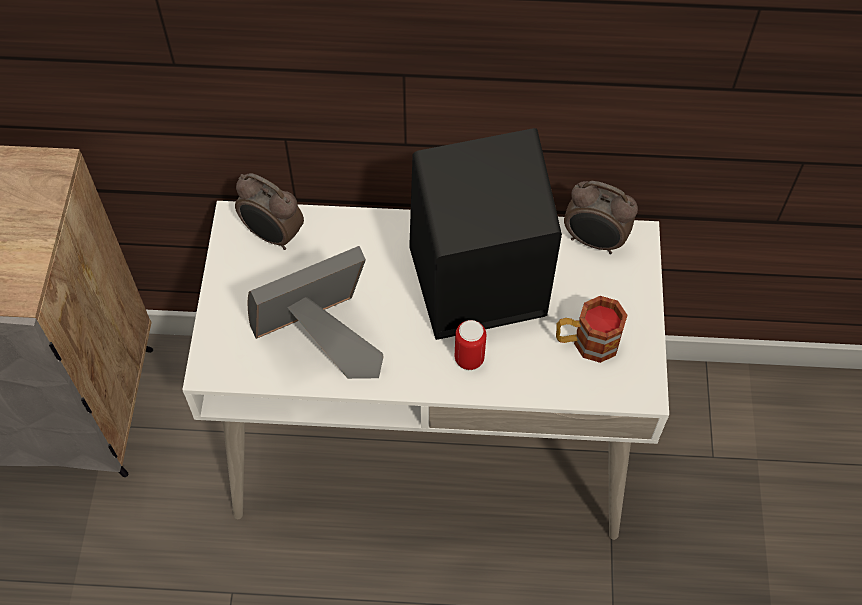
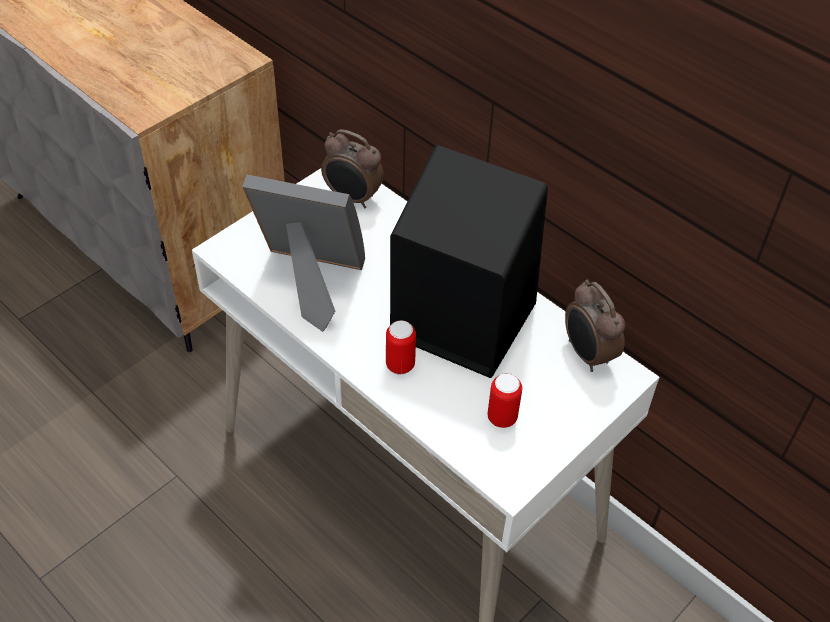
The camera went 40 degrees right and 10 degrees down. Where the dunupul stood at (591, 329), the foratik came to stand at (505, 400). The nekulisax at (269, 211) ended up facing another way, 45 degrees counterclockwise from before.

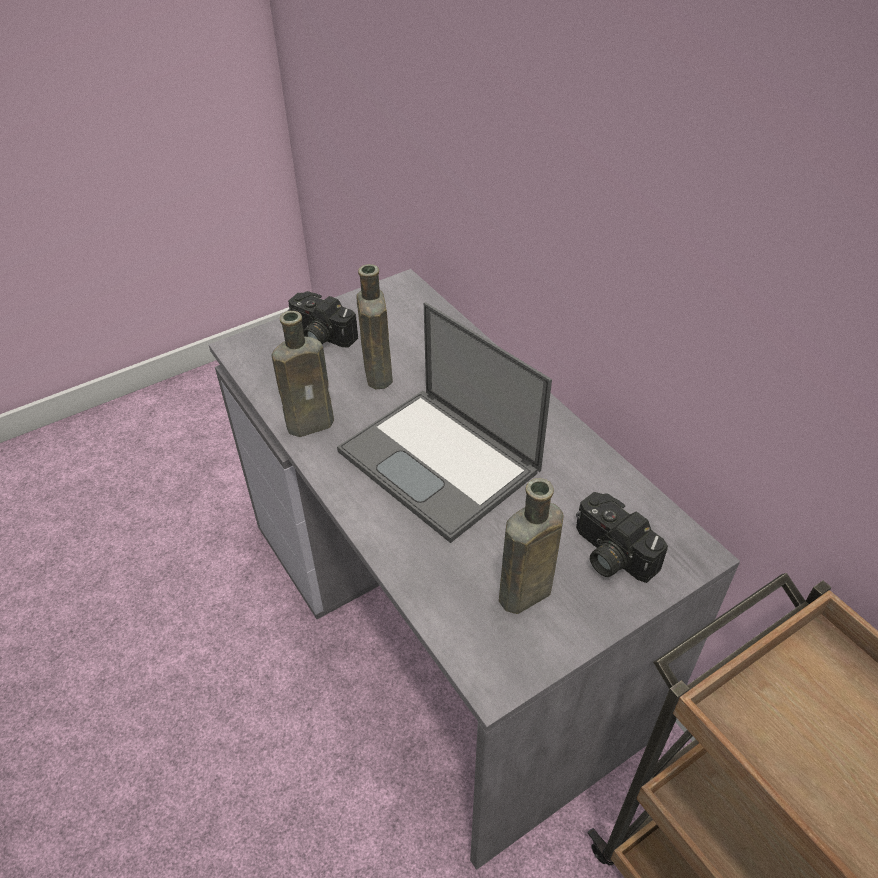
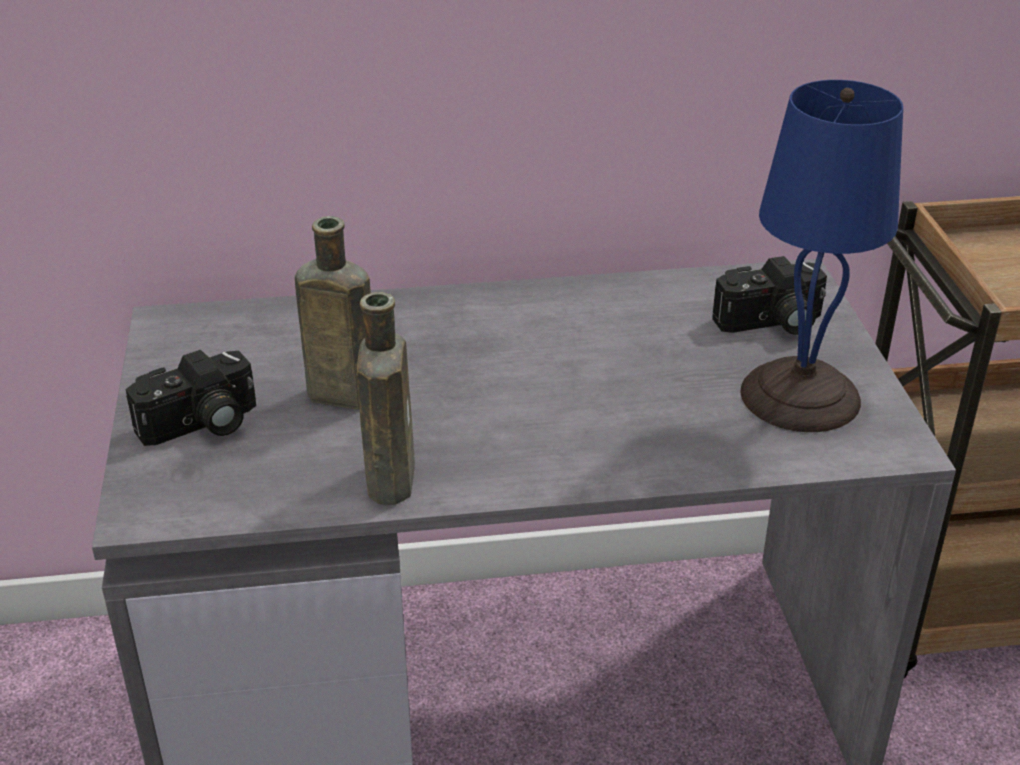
The camera went 65 degrees left and 10 degrees down. The second view lost the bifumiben at (444, 422). Where the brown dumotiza stood at (531, 546), the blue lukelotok came to stand at (821, 256).

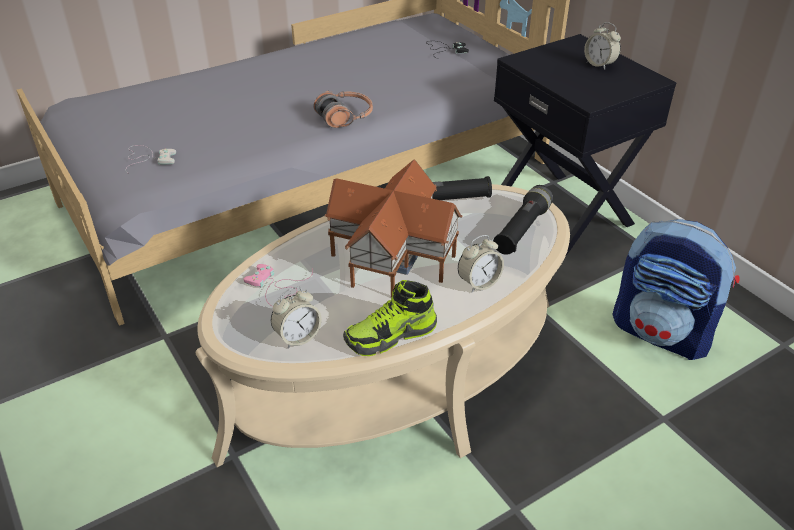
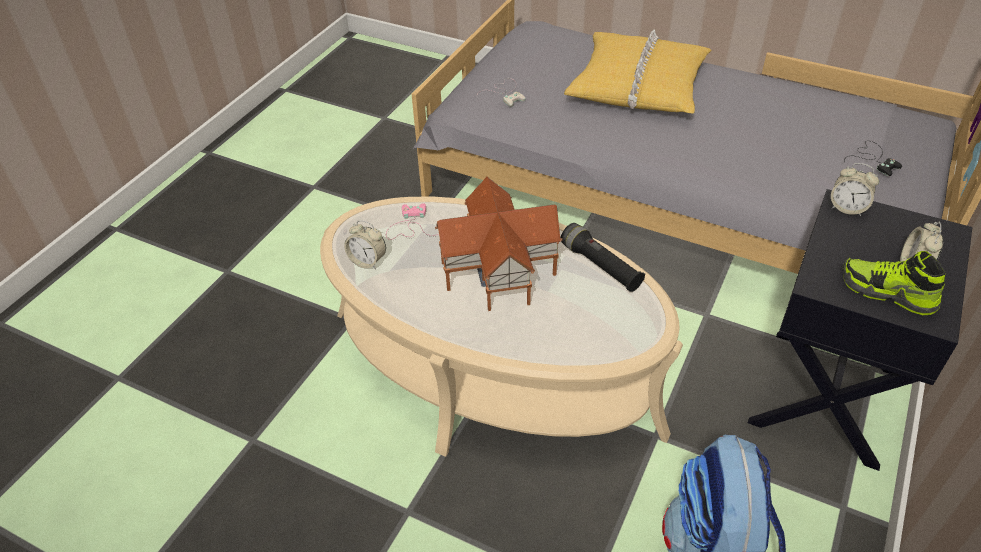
The camera went 60 degrees right and 5 degrees up. The second view lost the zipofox at (343, 109). The second view lost the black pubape at (523, 220). The second view gained the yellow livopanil at (638, 71). The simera ended up elsewhere, having gone from (390, 318) to (894, 283). The nekulisax ended up elsewhere, having gone from (481, 263) to (855, 189).

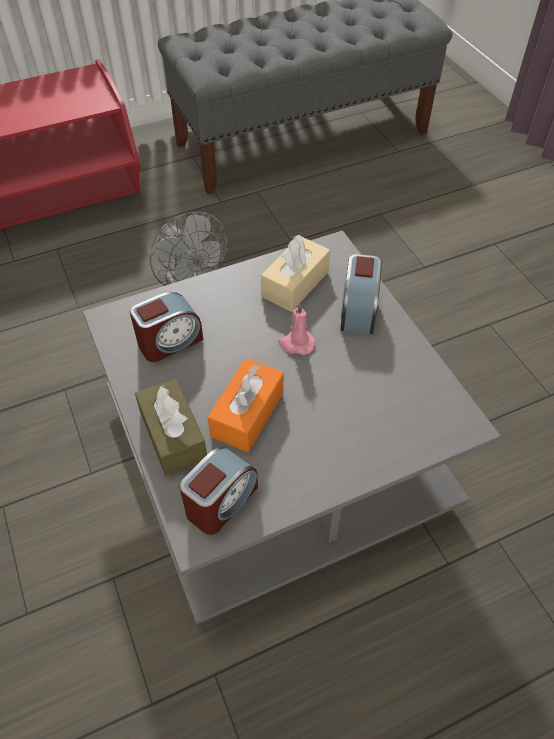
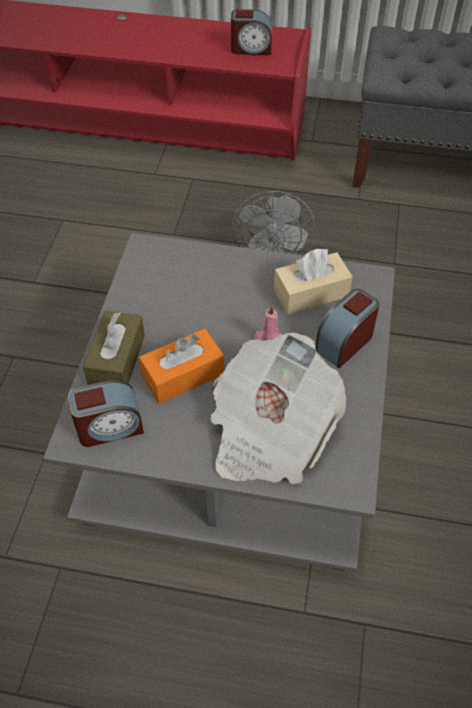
The camera went 35 degrees right and 0 degrees up. The second view gained the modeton at (278, 408). The nekulisax ended up elsewhere, having gone from (166, 327) to (251, 32).

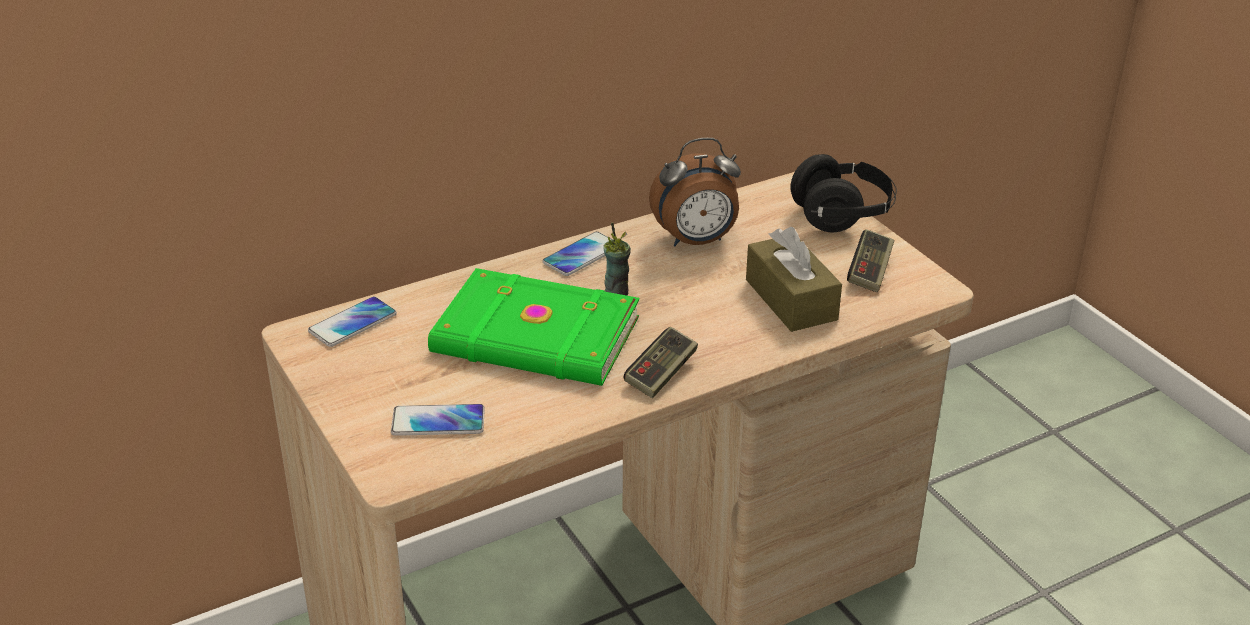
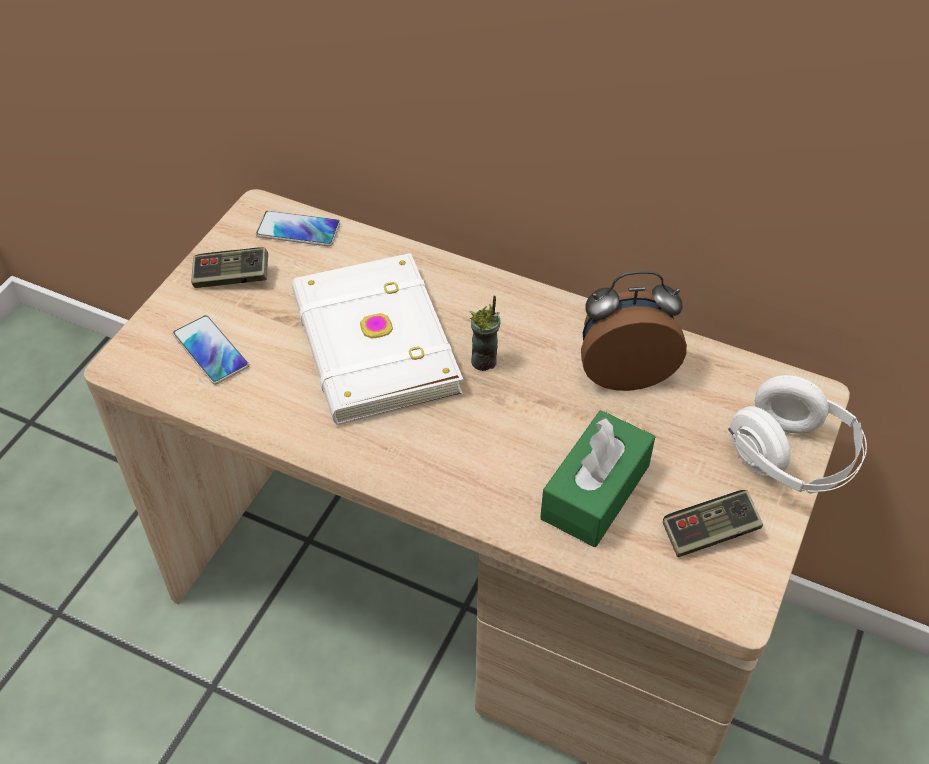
The camera went 55 degrees right and 15 degrees up. The second view lost the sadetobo at (577, 254). The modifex ended up elsewhere, having gone from (661, 362) to (229, 267). What was the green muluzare at (533, 327) turned into the white muluzare at (377, 339). What was the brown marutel at (794, 279) turned into the green marutel at (597, 478). What was the black zipofox at (843, 193) turned into the white zipofox at (797, 434). The nekulisax at (695, 192) ended up facing another way, 135 degrees clockwise from before.

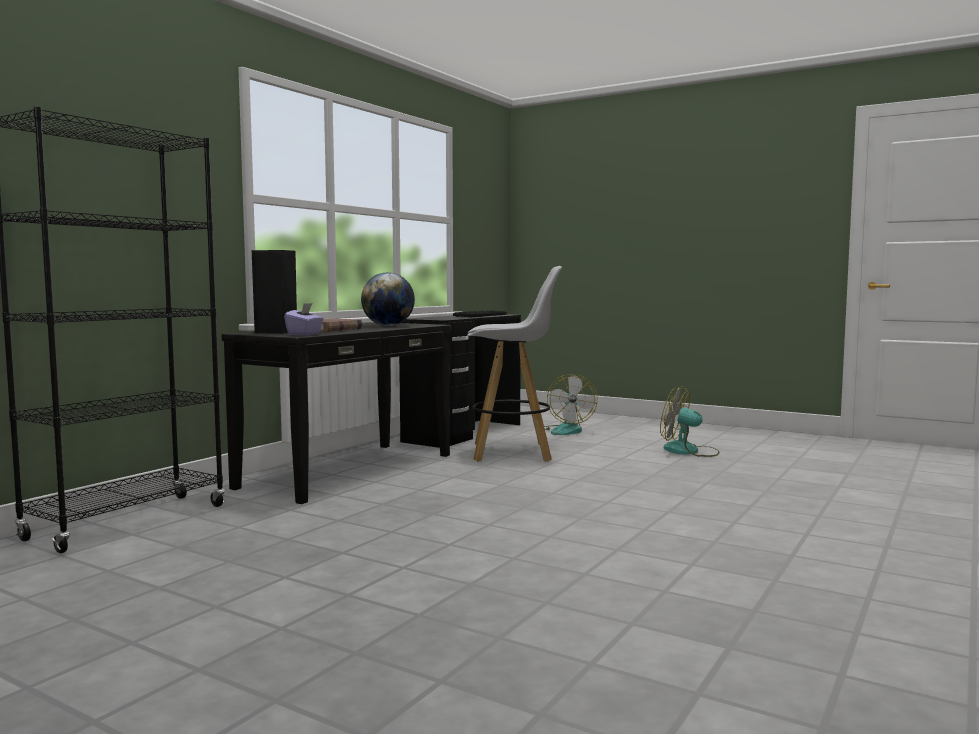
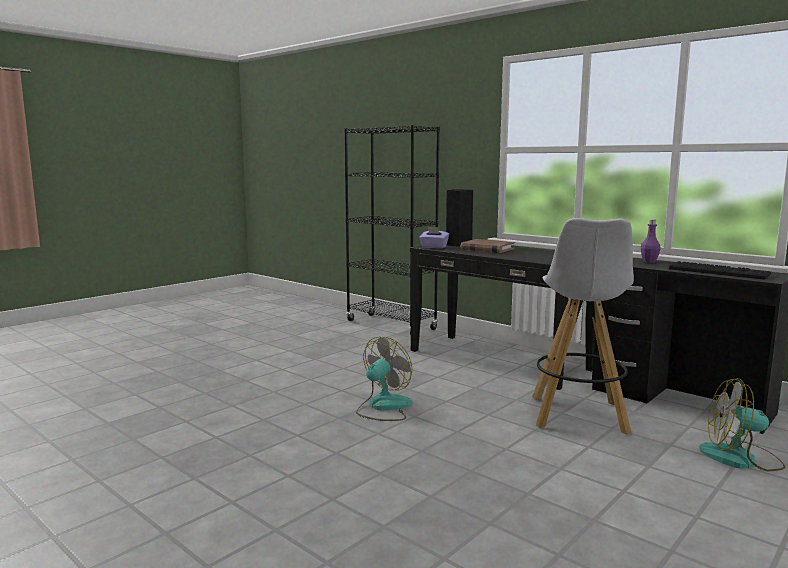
The camera went 100 degrees right and 5 degrees up. The second view lost the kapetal at (388, 299). The second view gained the purple dumotiza at (651, 241). The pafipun ended up elsewhere, having gone from (690, 421) to (384, 379).

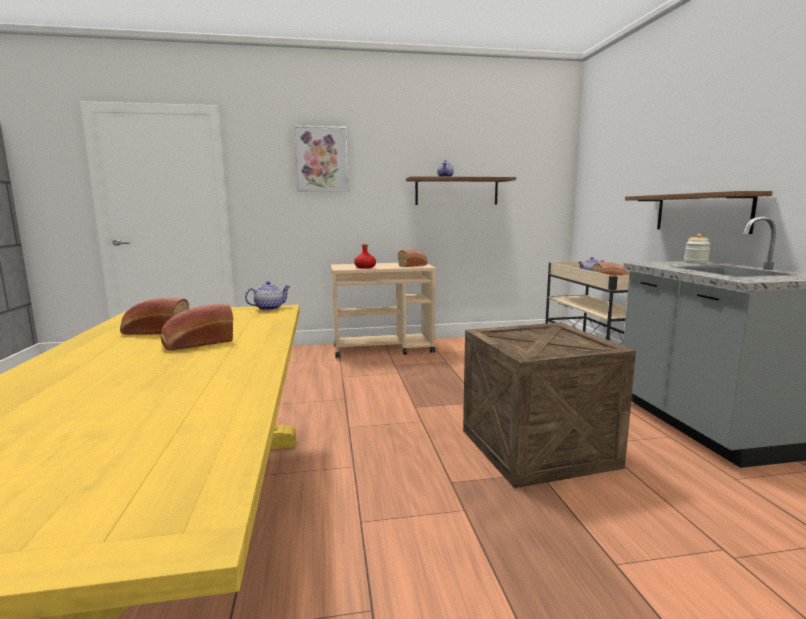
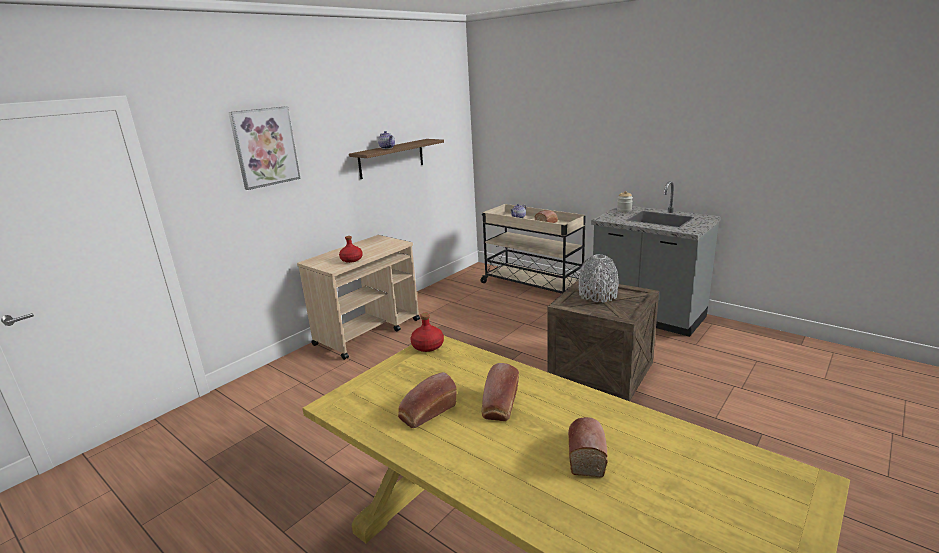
The camera went 40 degrees left and 10 degrees up. The second view lost the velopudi at (699, 212). The second view gained the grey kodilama at (599, 278). The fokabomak ended up elsewhere, having gone from (413, 258) to (588, 447). Where the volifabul stood at (268, 296), the red dumotiza came to stand at (427, 332).

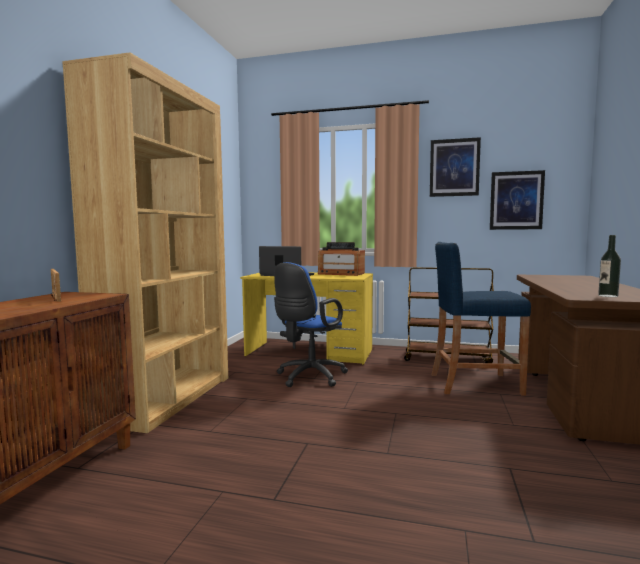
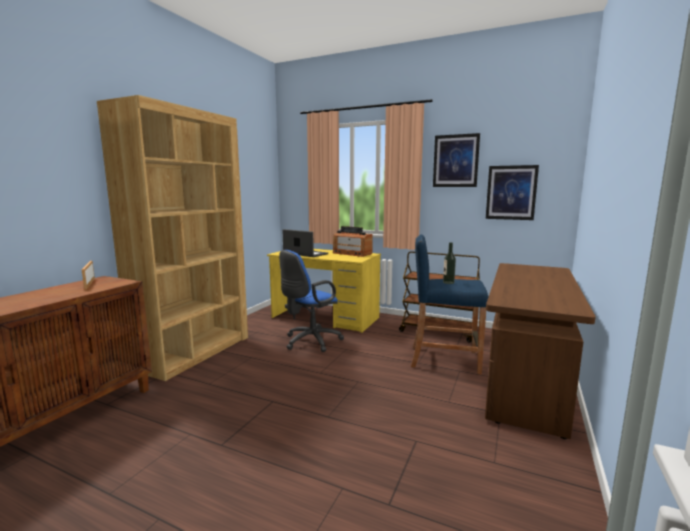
The camera went 10 degrees right and 5 degrees up. The dumotiza ended up elsewhere, having gone from (609, 266) to (449, 263).

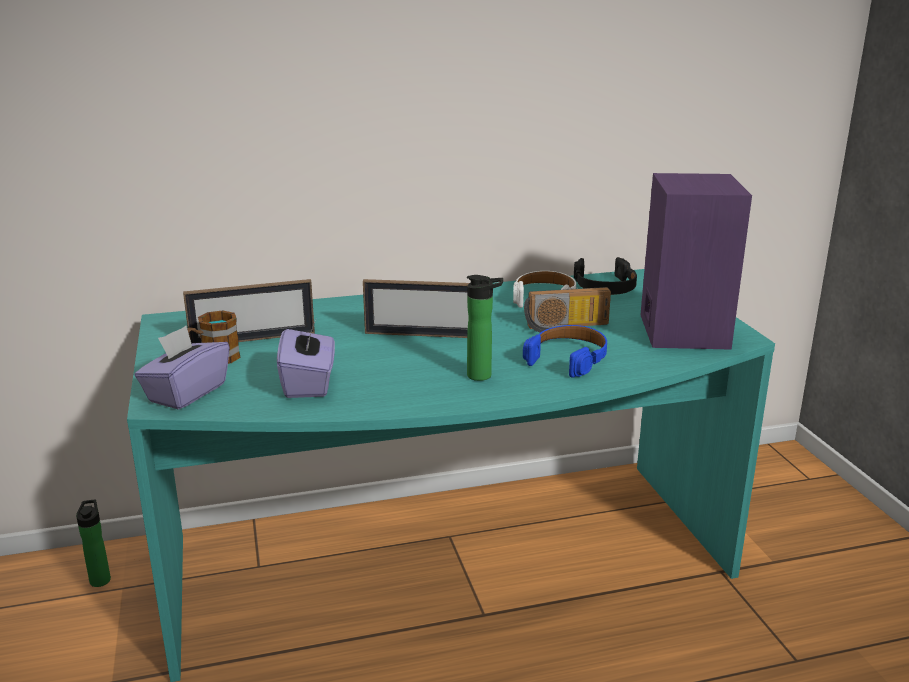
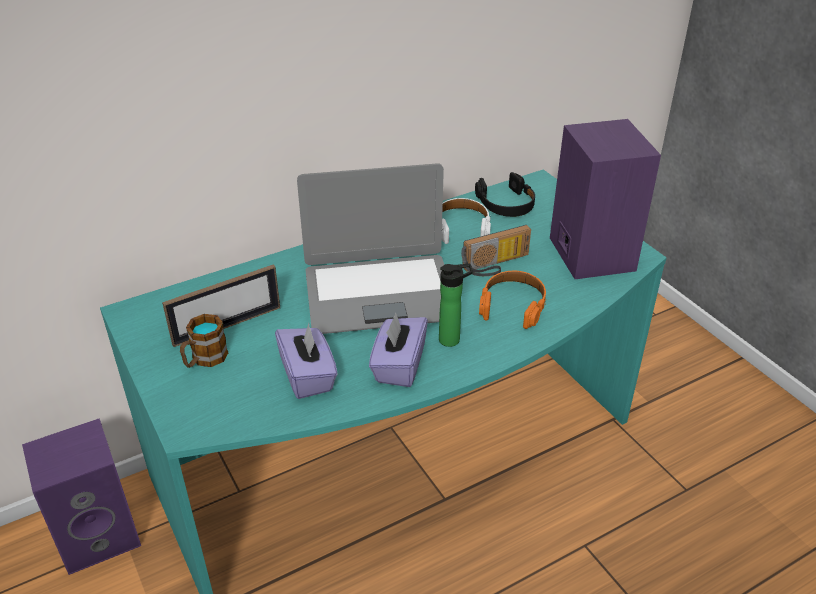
The camera went 15 degrees left and 15 degrees up. The purple marutel ended up elsewhere, having gone from (181, 368) to (398, 350). Where the dumotiza stood at (93, 543), the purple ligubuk came to stand at (81, 496). Where the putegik stood at (416, 308), the bifumiben came to stand at (370, 248). What was the blue zipofox at (565, 351) turned into the orange zipofox at (512, 300).

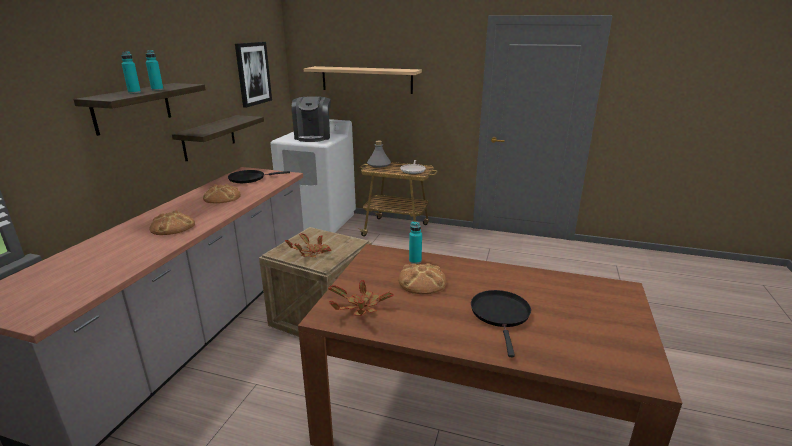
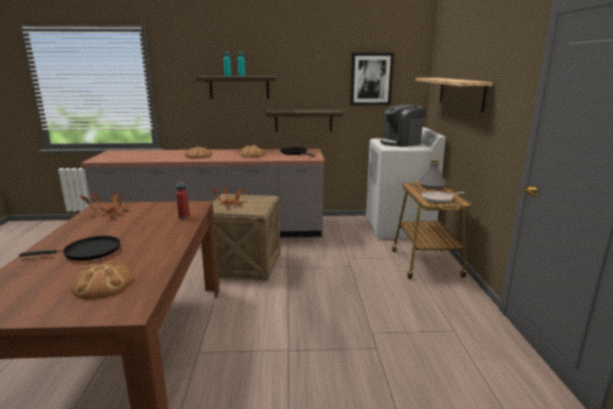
The camera went 70 degrees right and 5 degrees down. The fokabomak ended up elsewhere, having gone from (422, 278) to (101, 280). What was the turquoise dumotiza at (415, 242) turned into the red dumotiza at (183, 200).

